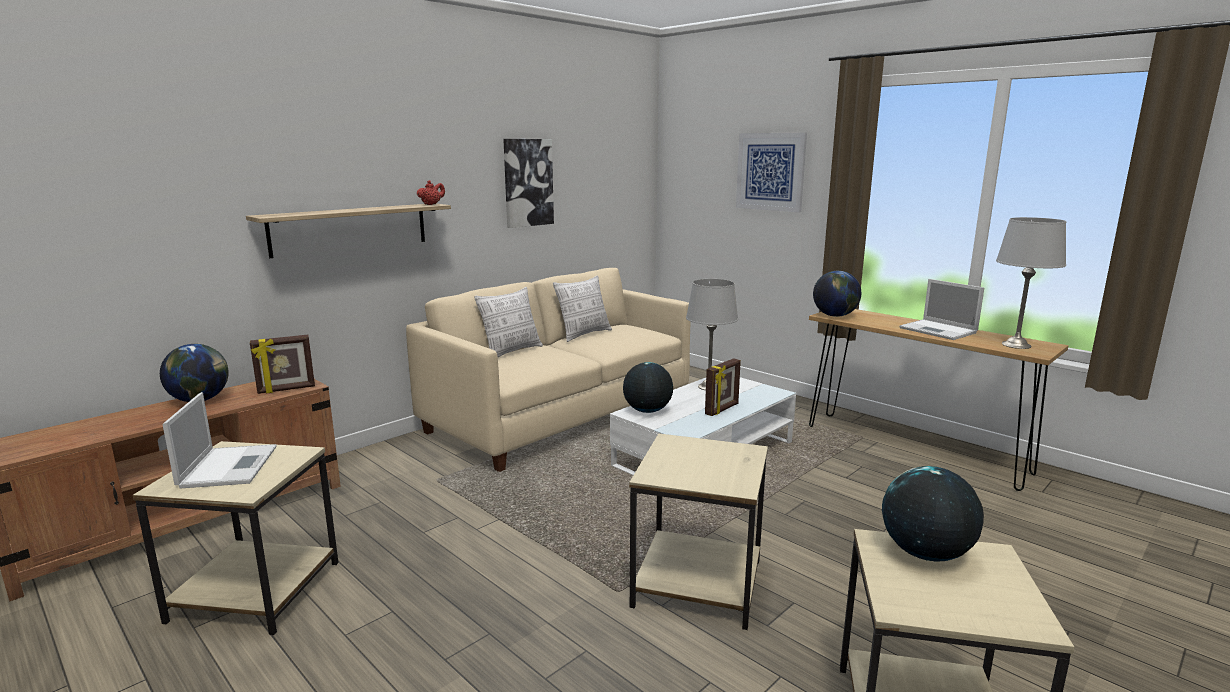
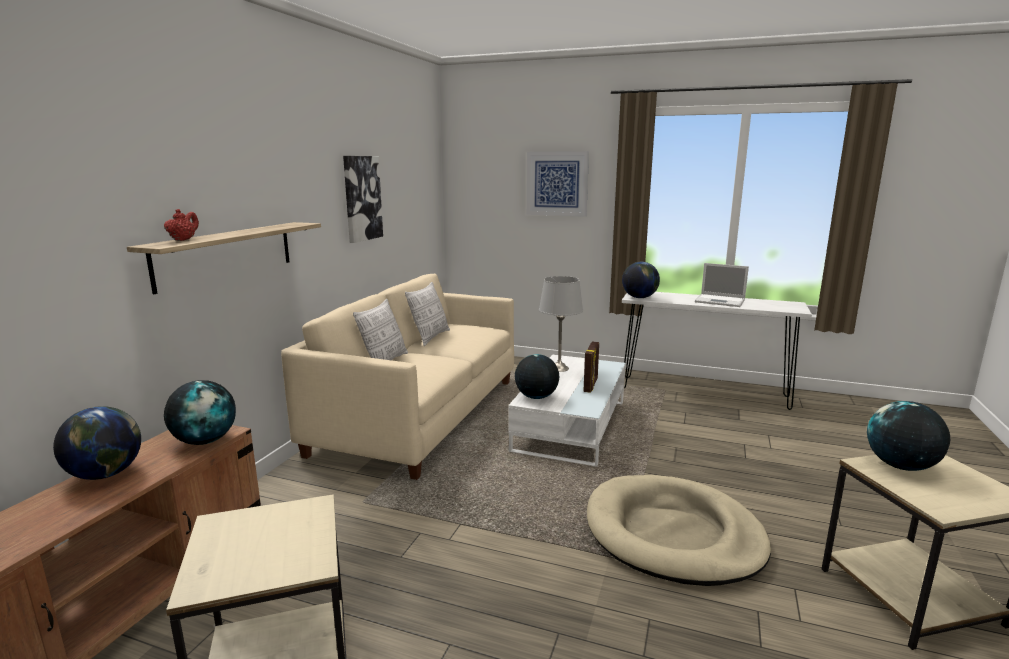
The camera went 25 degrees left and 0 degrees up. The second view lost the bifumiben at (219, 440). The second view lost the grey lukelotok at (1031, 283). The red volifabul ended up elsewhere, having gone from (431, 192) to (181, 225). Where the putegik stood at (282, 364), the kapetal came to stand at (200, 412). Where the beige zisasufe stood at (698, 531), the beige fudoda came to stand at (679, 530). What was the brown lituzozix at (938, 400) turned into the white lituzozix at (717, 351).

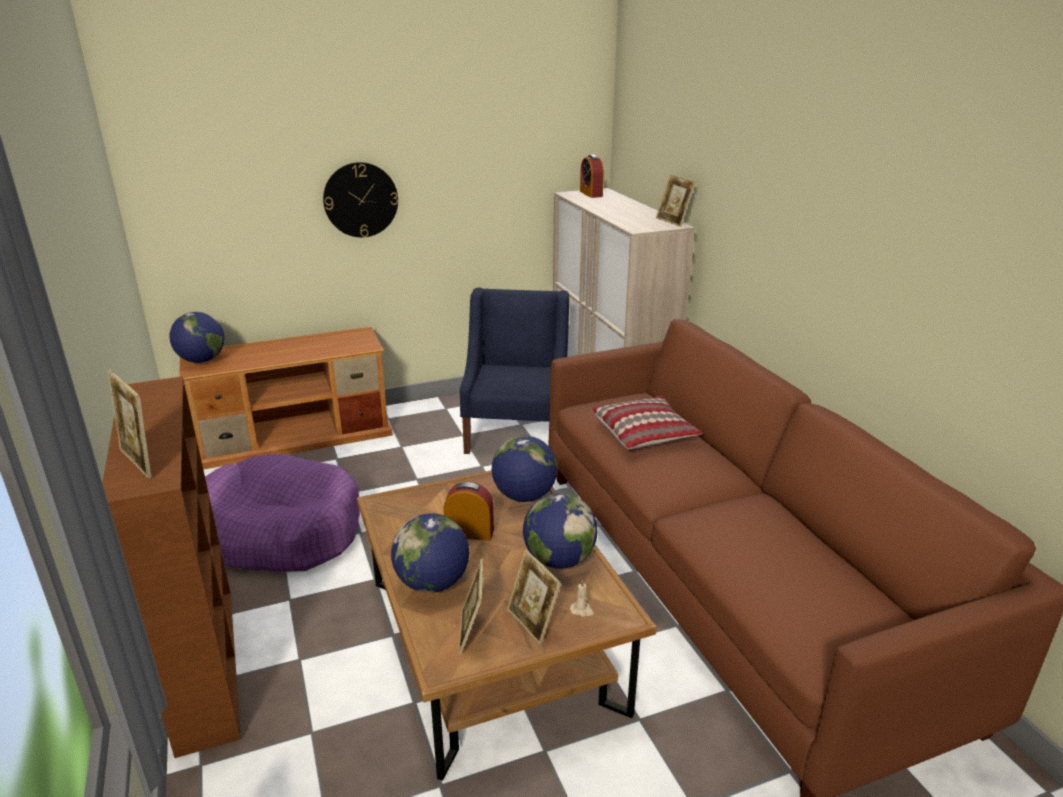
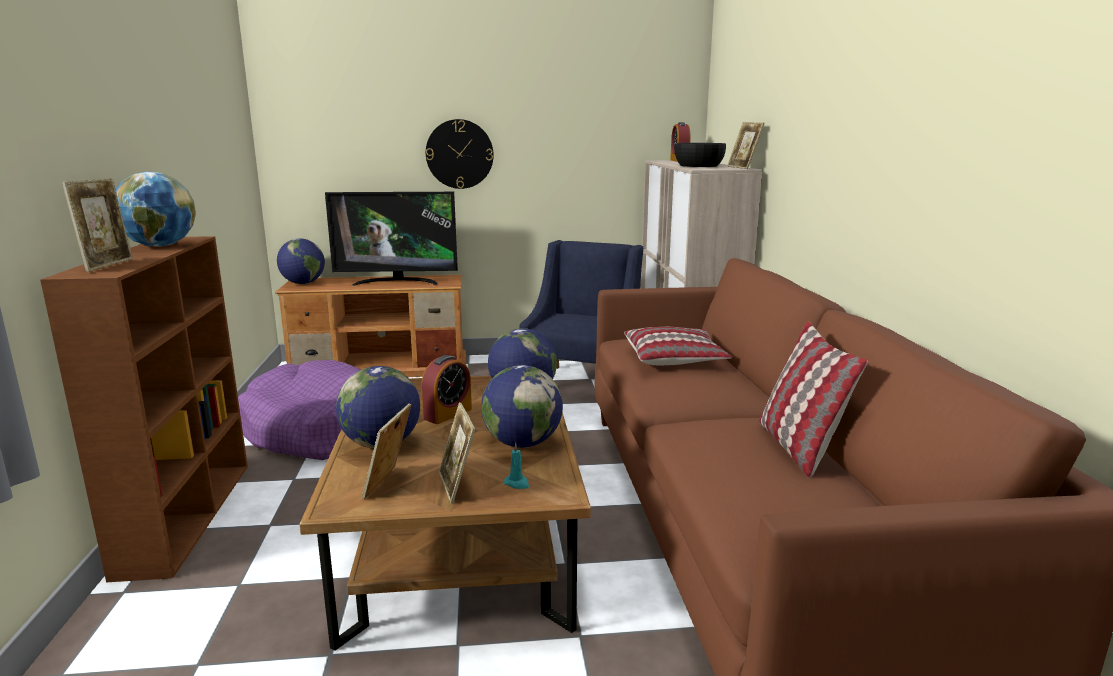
The camera went 15 degrees right and 10 degrees down. The second view gained the kapetal at (156, 208). The second view gained the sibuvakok at (391, 239). The second view gained the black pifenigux at (700, 155). The second view gained the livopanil at (813, 400). What was the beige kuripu at (582, 598) turned into the turquoise kuripu at (516, 466). The putegik at (129, 424) ended up facing another way, 150 degrees counterclockwise from before. The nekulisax at (468, 511) ended up facing another way, 105 degrees clockwise from before.

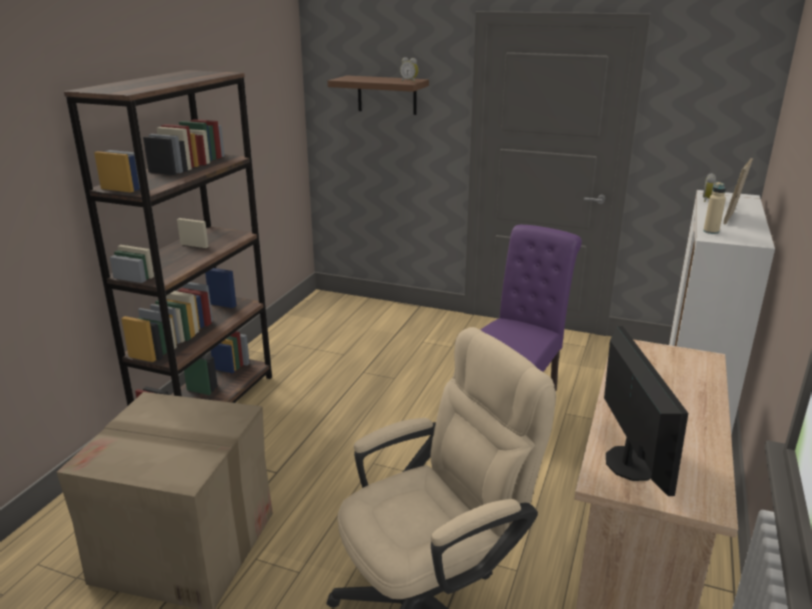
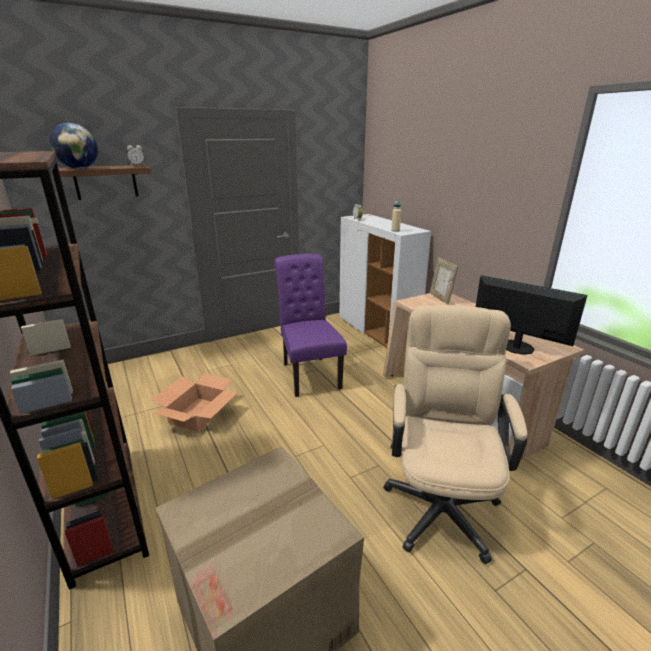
The camera went 50 degrees left and 0 degrees up. The second view gained the kapetal at (73, 146). The second view gained the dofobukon at (194, 402). The putegik ended up elsewhere, having gone from (738, 191) to (444, 281).

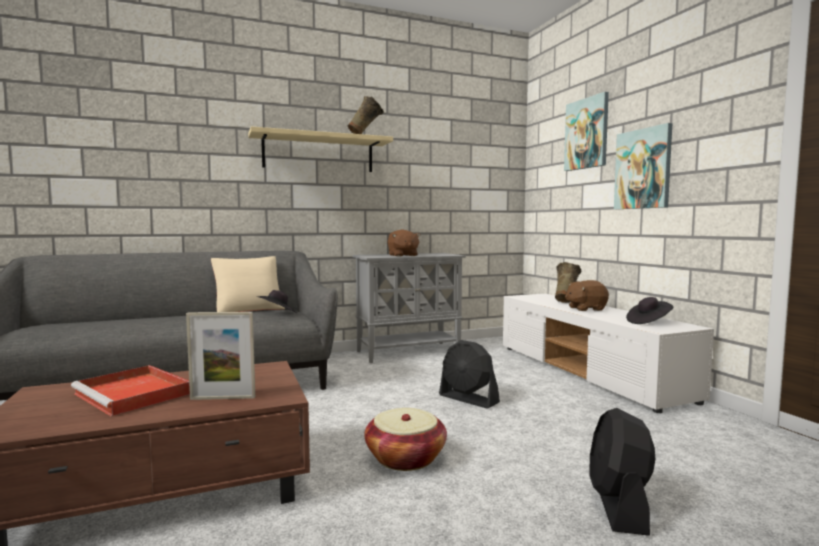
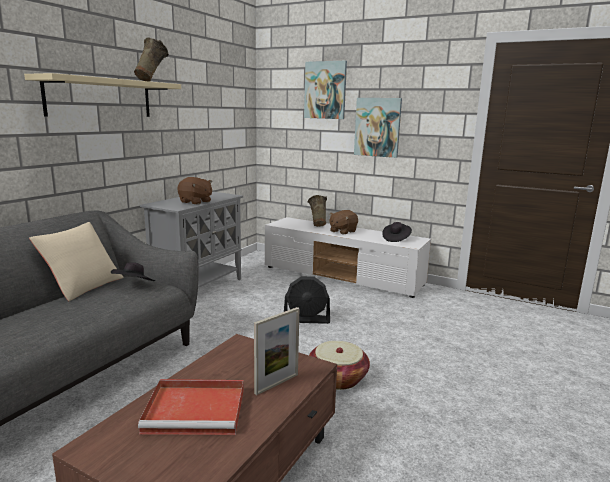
The camera went 40 degrees left and 10 degrees up. The second view lost the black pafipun at (622, 472).

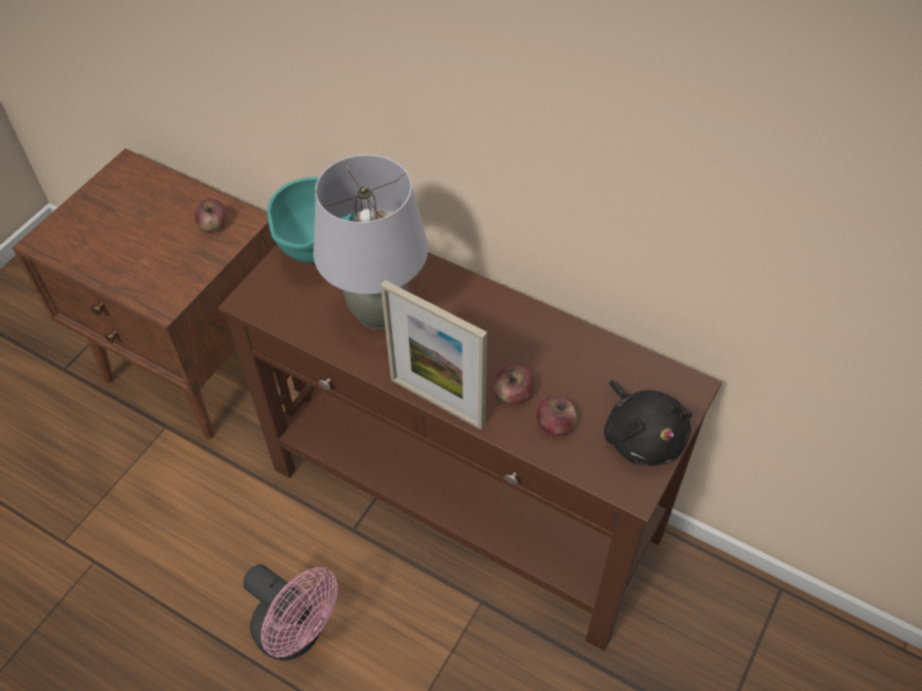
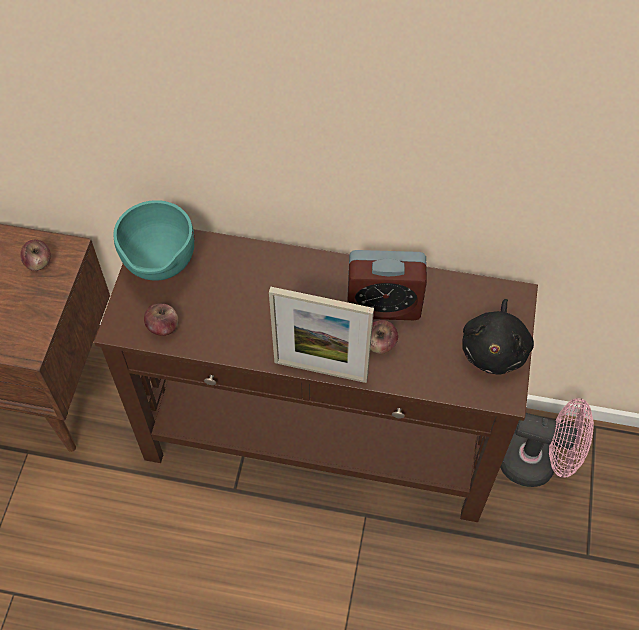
The camera went 20 degrees left and 5 degrees up. The second view lost the grey lukelotok at (370, 242). The second view gained the nekulisax at (387, 285). The pink pafipun ended up elsewhere, having gone from (290, 612) to (547, 442). The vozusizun ended up elsewhere, having gone from (556, 416) to (161, 319). The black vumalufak at (648, 423) ended up facing another way, 60 degrees clockwise from before.

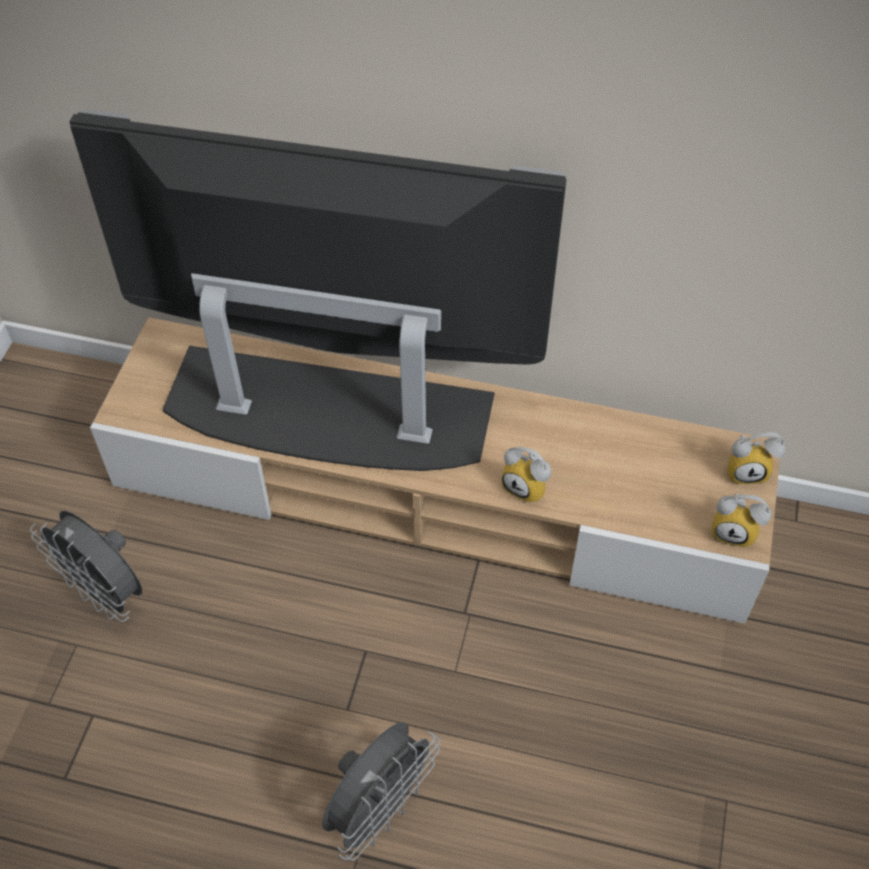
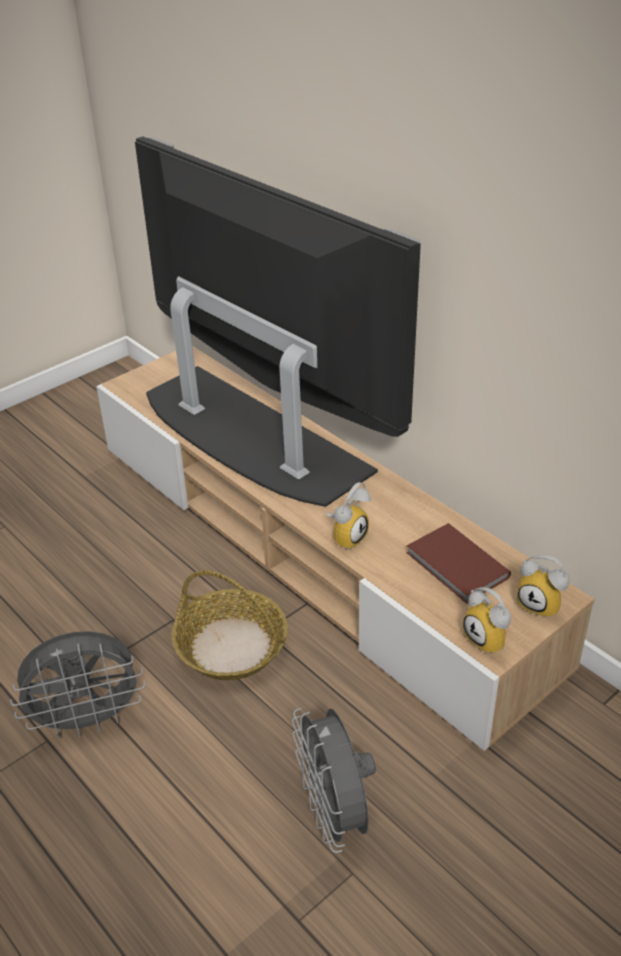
The camera went 35 degrees right and 15 degrees down. The second view gained the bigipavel at (229, 625). The second view gained the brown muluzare at (459, 563). The grey pafipun ended up elsewhere, having gone from (86, 566) to (334, 780). The nekulisax at (526, 475) ended up facing another way, 120 degrees counterclockwise from before.

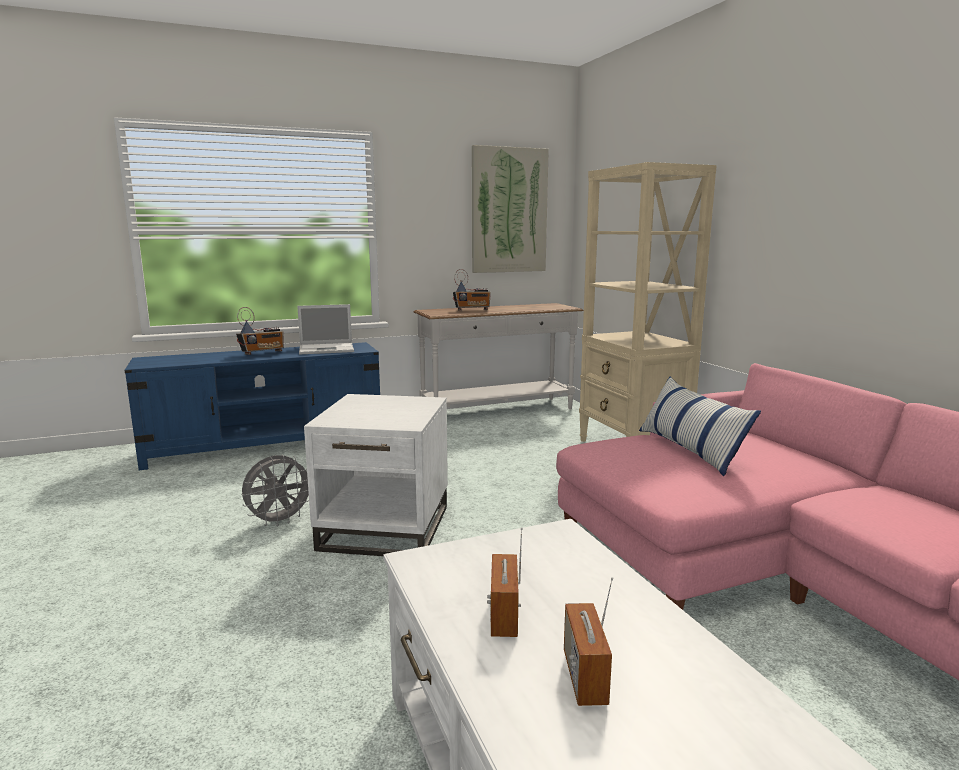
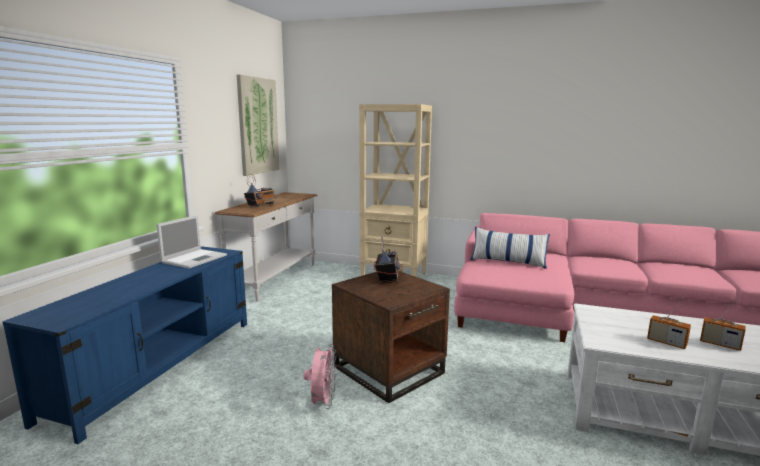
The camera went 50 degrees left and 0 degrees up. The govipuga ended up elsewhere, having gone from (260, 331) to (388, 259). What was the grey pafipun at (275, 491) turned into the pink pafipun at (320, 376). What was the white zisasufe at (376, 475) turned into the brown zisasufe at (391, 337).

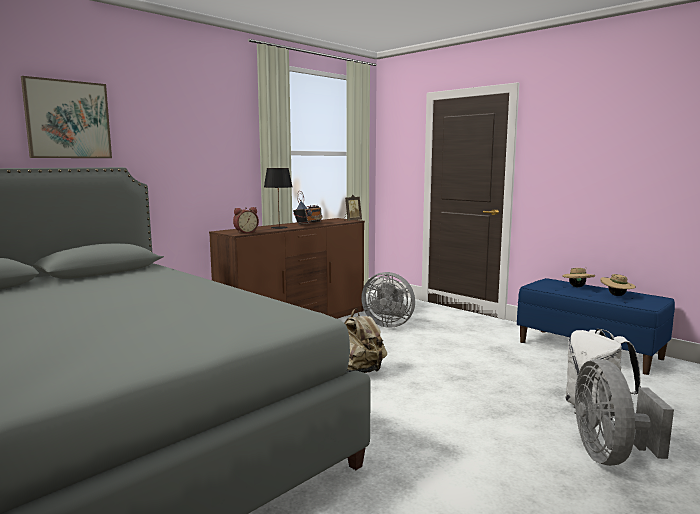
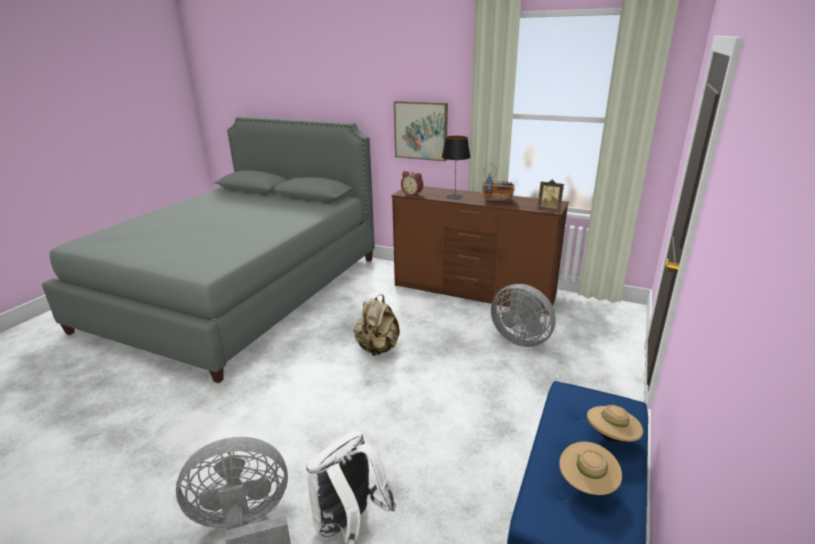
The camera went 70 degrees right and 15 degrees up. The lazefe ended up elsewhere, having gone from (66, 117) to (421, 131). The grey pafipun at (388, 300) ended up facing another way, 60 degrees counterclockwise from before.

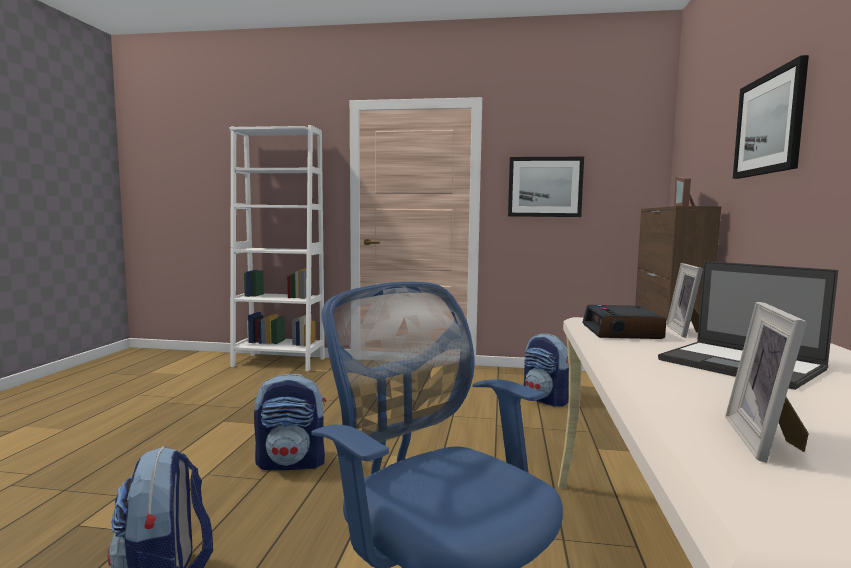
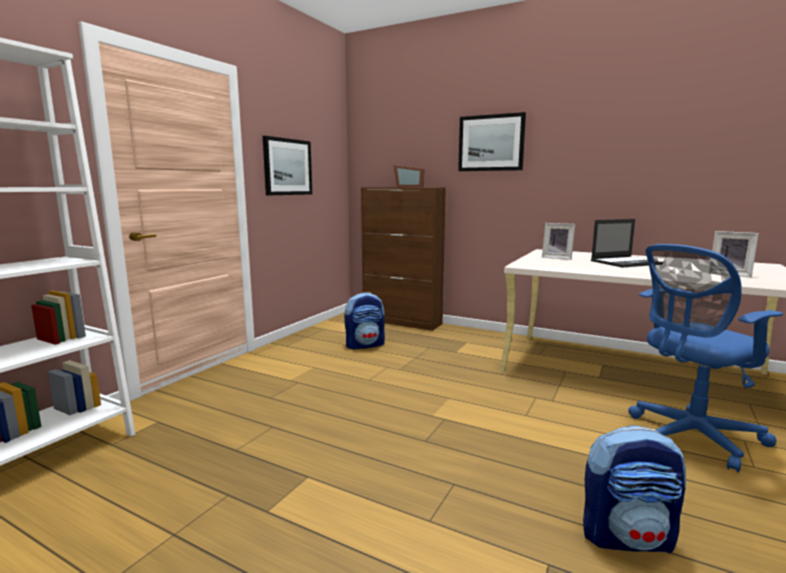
The camera went 70 degrees left and 5 degrees up. The second view lost the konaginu at (290, 422). The second view lost the nekulisax at (624, 322).

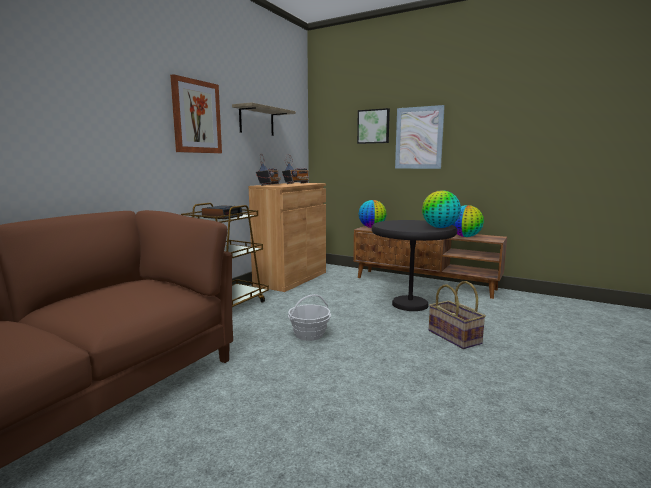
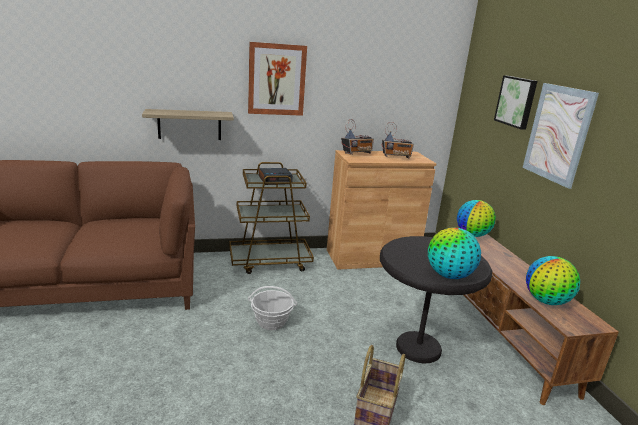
The camera went 45 degrees right and 10 degrees up. The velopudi ended up elsewhere, having gone from (264, 119) to (188, 124).

